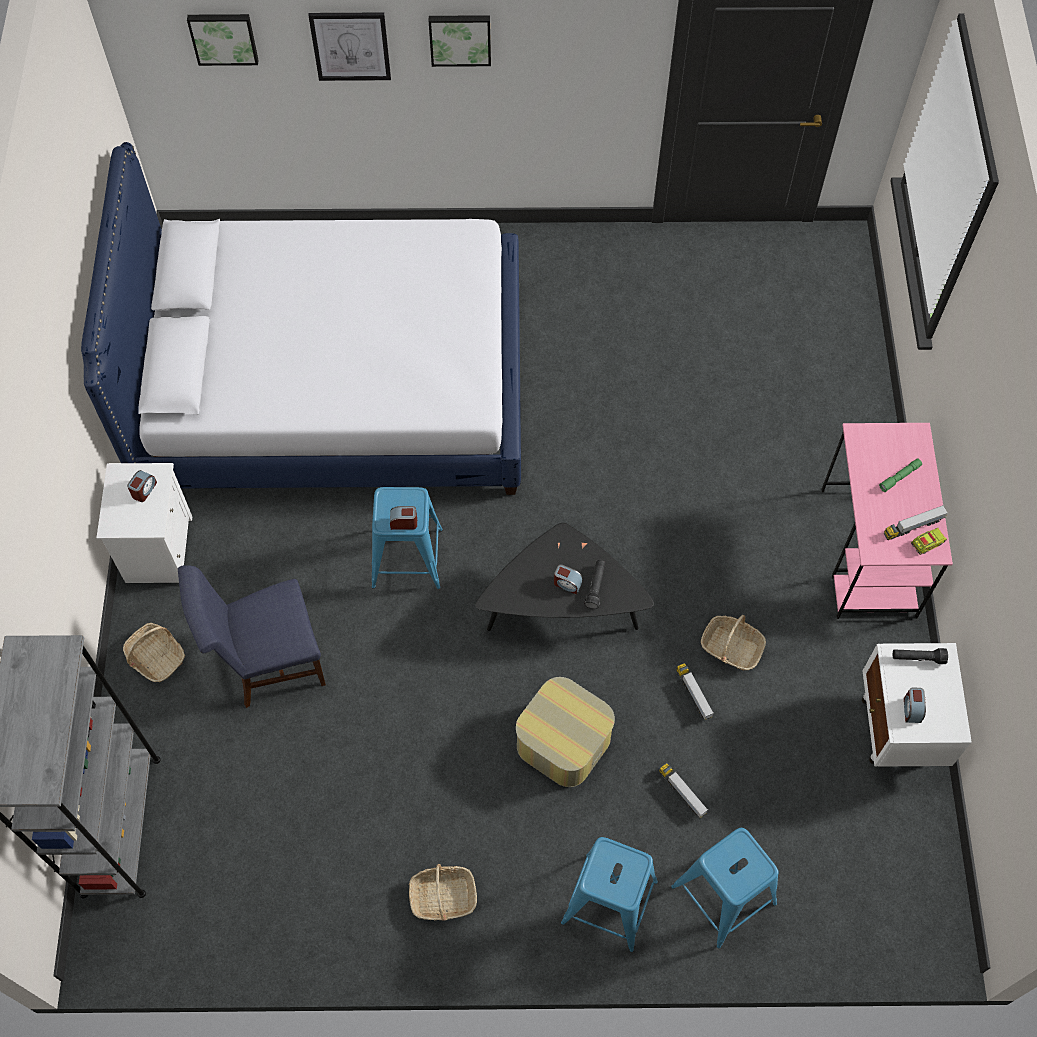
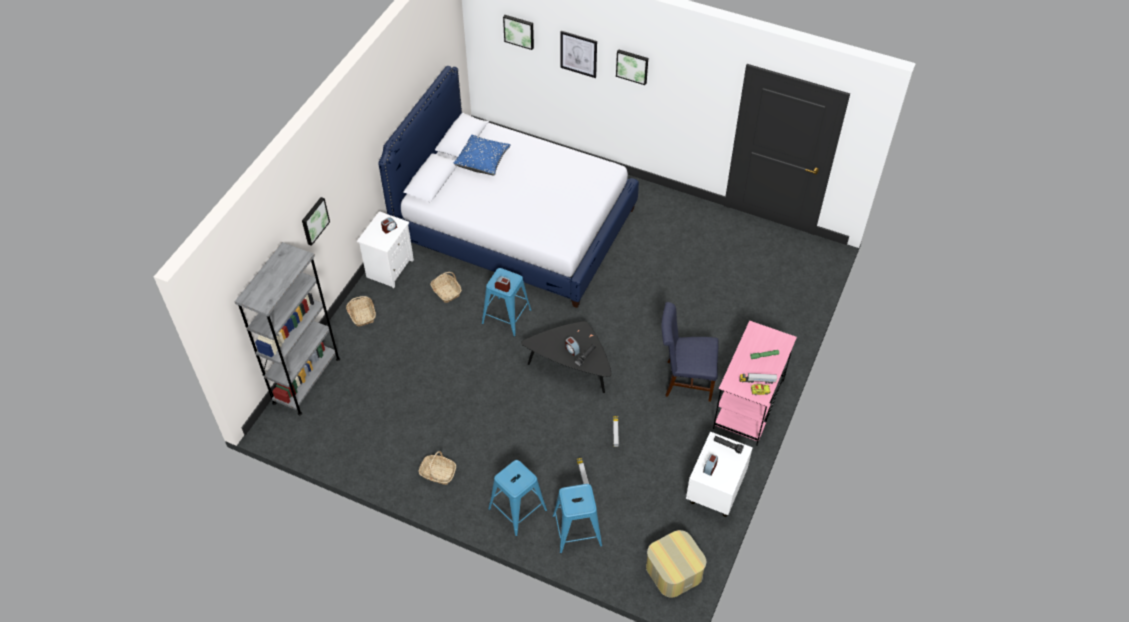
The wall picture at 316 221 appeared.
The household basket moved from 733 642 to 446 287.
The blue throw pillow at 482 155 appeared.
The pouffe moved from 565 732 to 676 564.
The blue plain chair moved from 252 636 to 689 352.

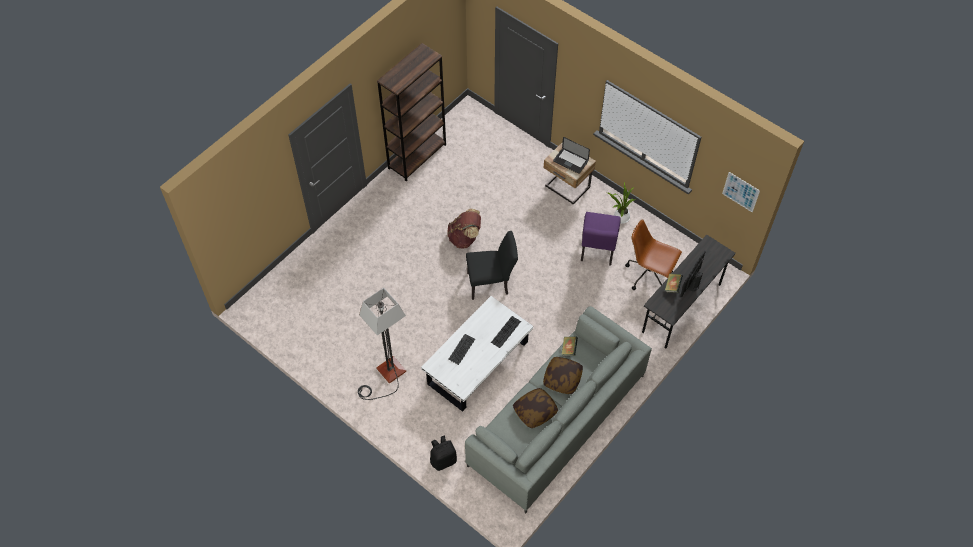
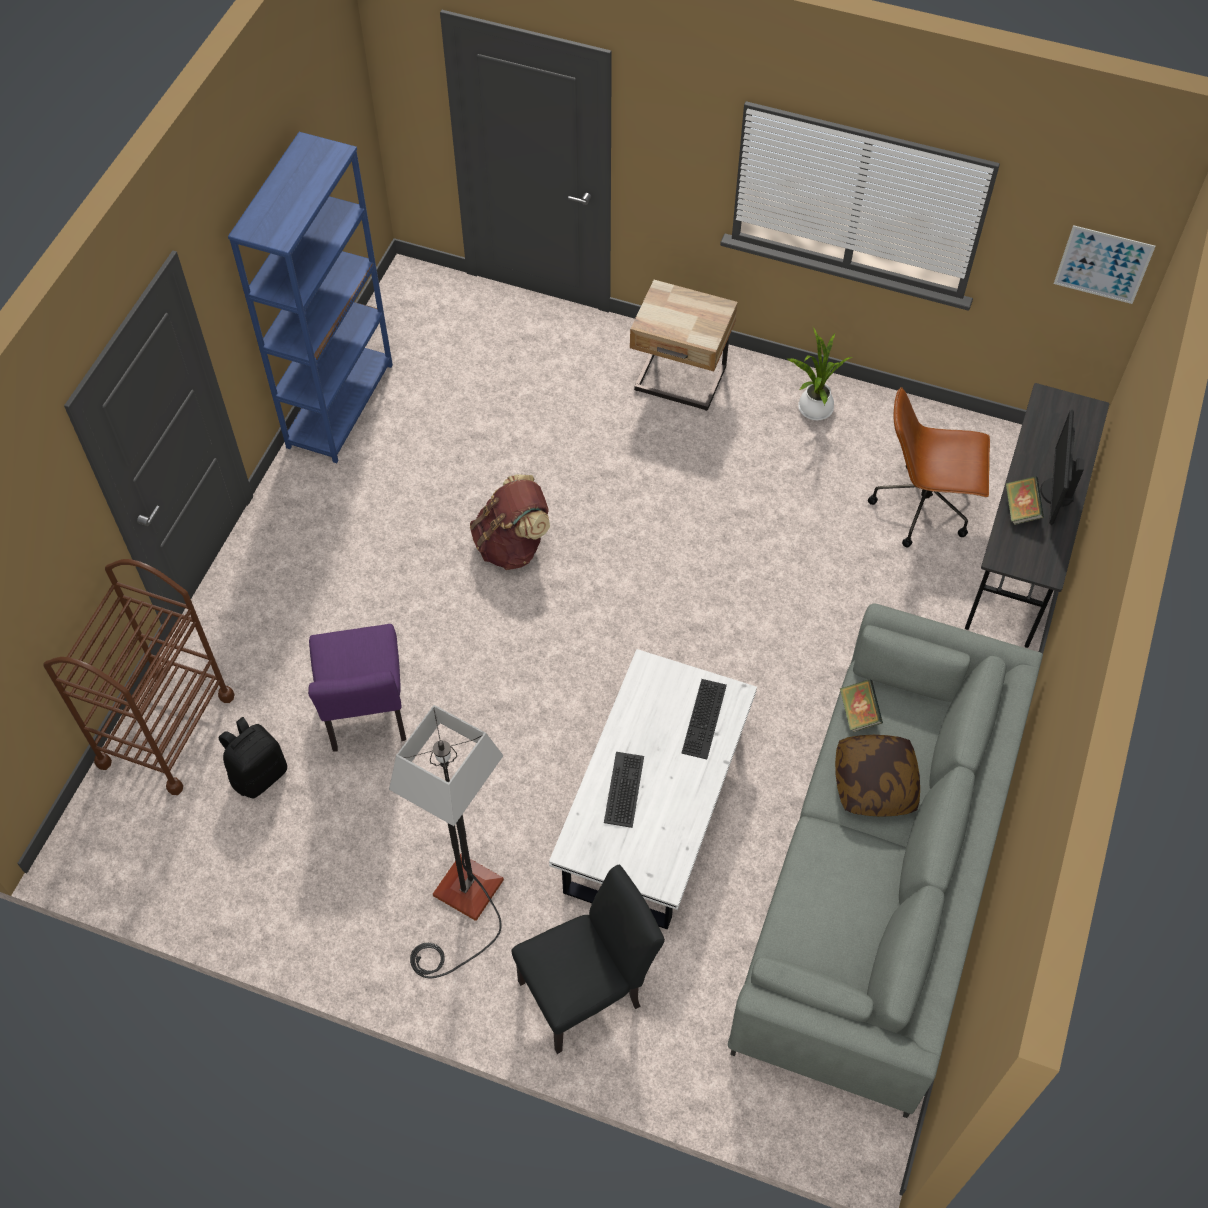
The brown-coloured cart at 138 677 appeared.
The black backpack moved from 443 453 to 252 758.
The brown-coloured shelving unit at 411 112 became the blue shelving unit at 310 297.
The purple-coloured plain chair moved from 601 239 to 357 687.
The black plain chair moved from 492 265 to 588 959.
The throw pillow at 535 408 disappeared.
The laptop at 571 155 disappeared.

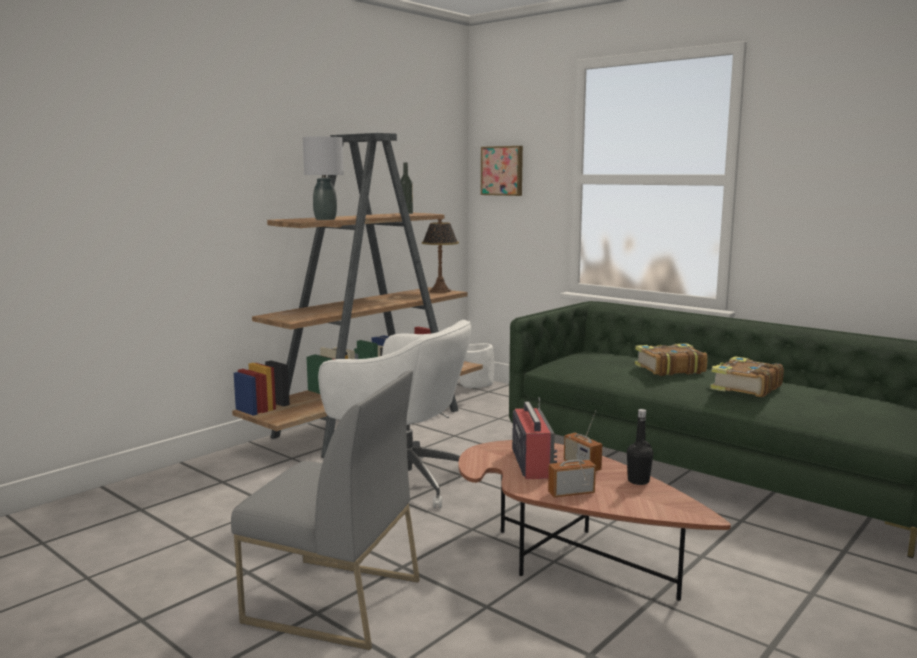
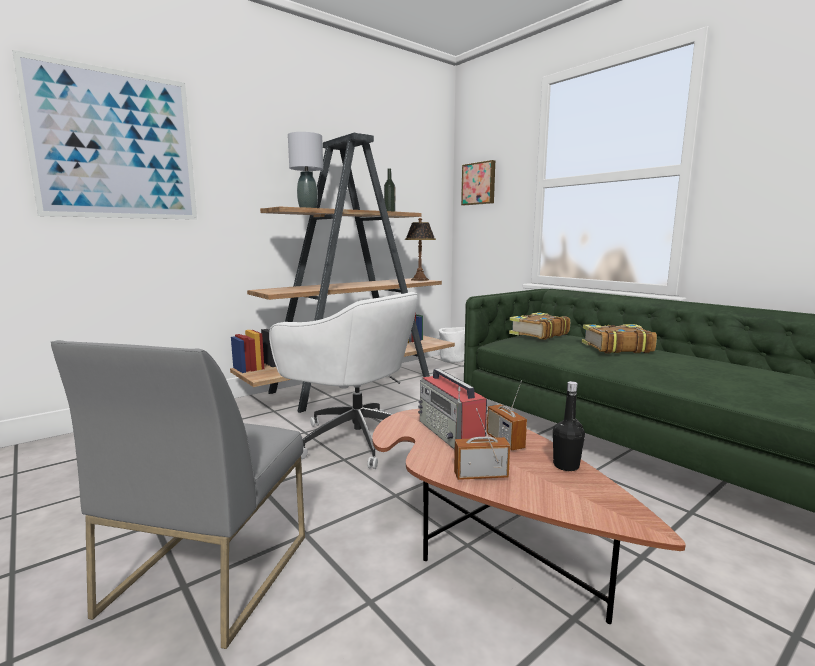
The wall picture at 104 135 appeared.
The grey plain chair at 325 510 turned 75 degrees clockwise.
The radio at 534 438 turned 150 degrees clockwise.
The volume moved from 747 376 to 539 326.

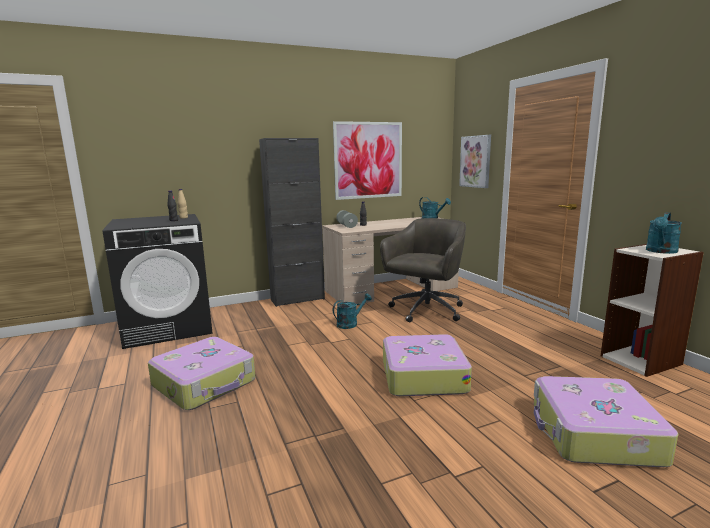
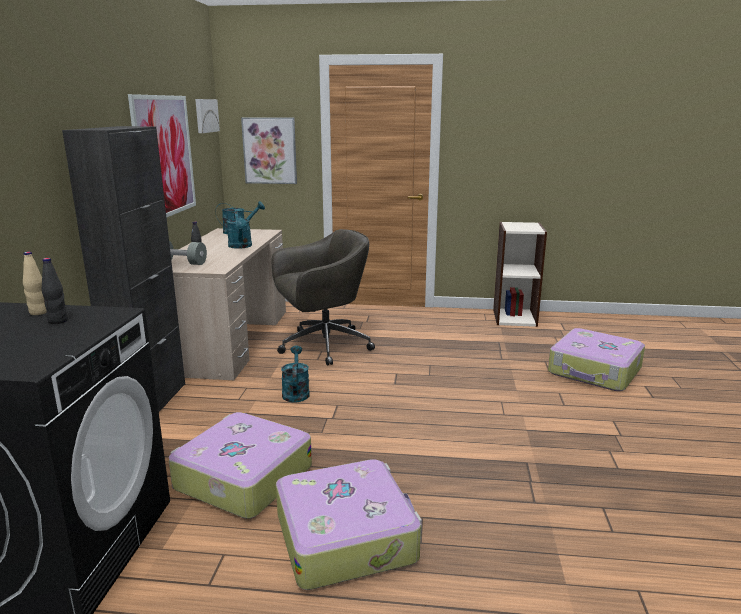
The travel case moved from 427 365 to 240 465.
The wall picture at 207 116 appeared.
The turquoise watering can moved from 664 233 to 239 230.
The grey desk chair at 423 270 turned 90 degrees clockwise.

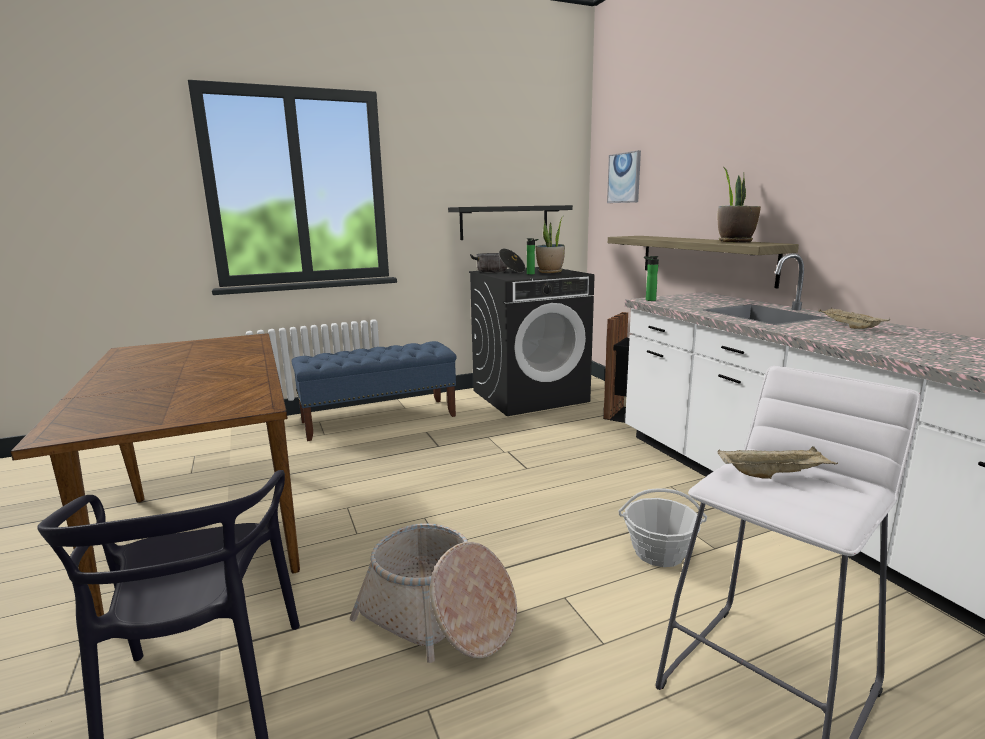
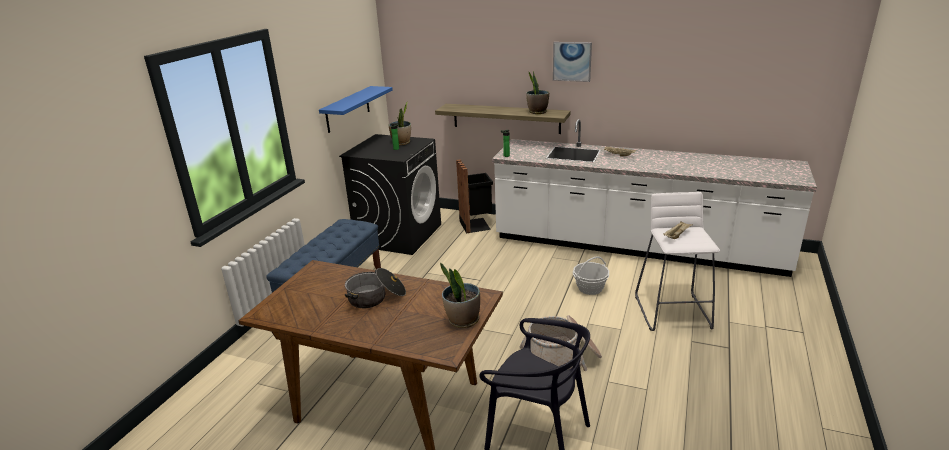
The black shelf at 510 222 became the blue shelf at 356 109.
The cooking pot moved from 497 261 to 375 288.
The potted plant at 460 295 appeared.
The wall picture moved from 624 176 to 572 62.

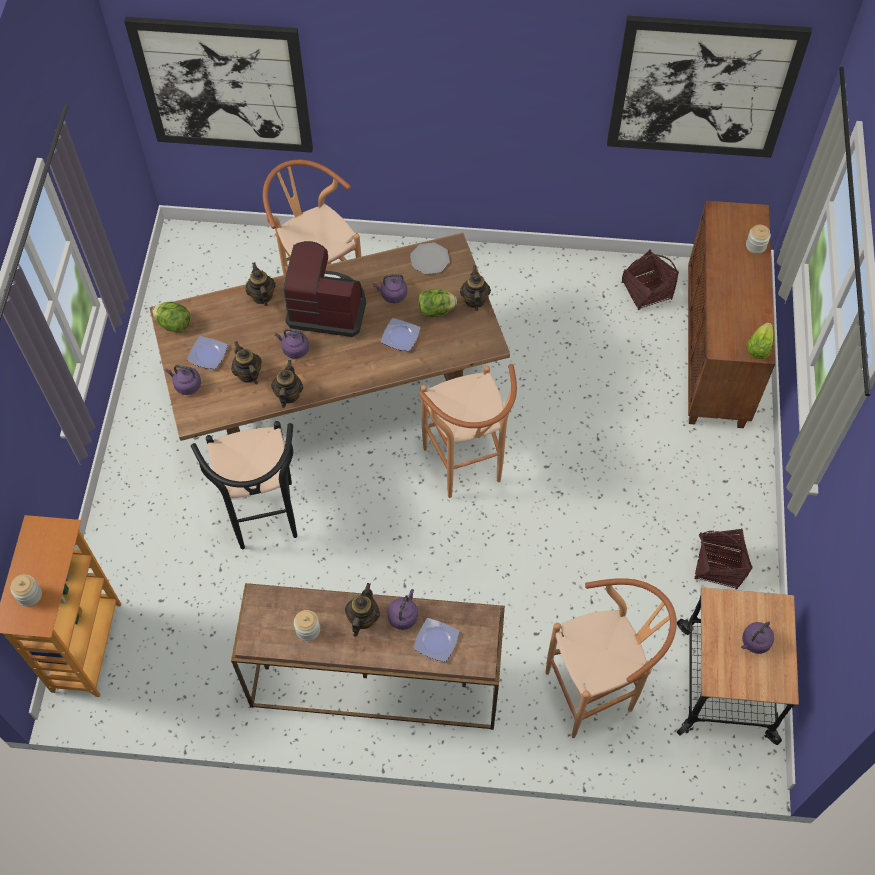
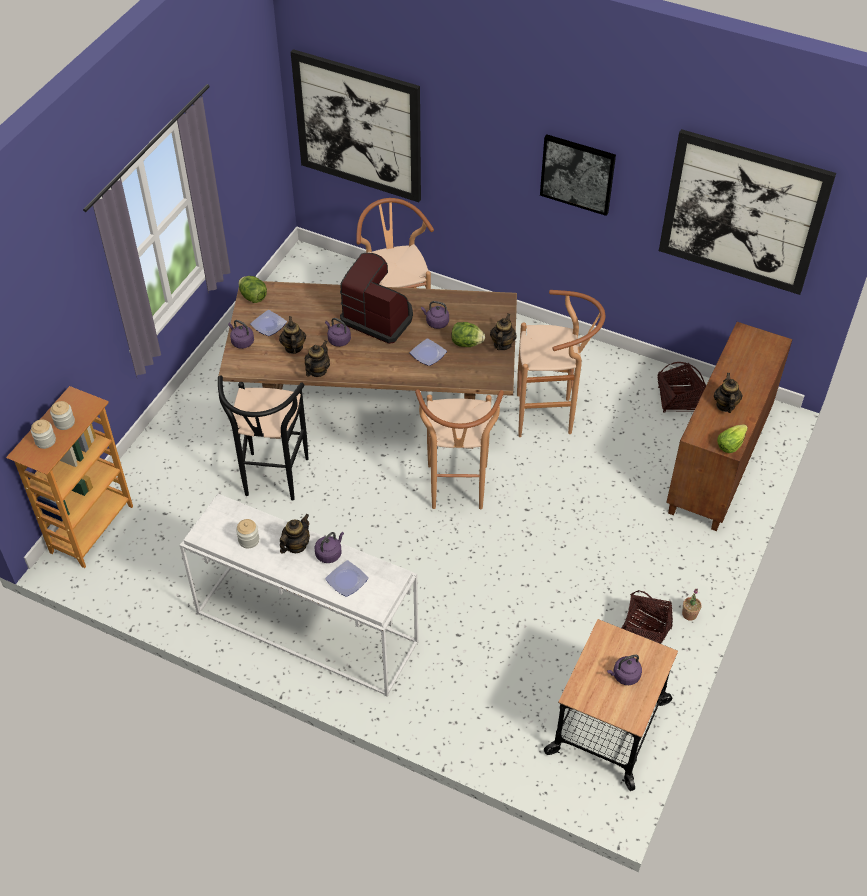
The jar moved from 758 239 to 62 415.
The brown-coloured hall table at 368 656 became the white hall table at 299 595.
The brown-coloured stool moved from 611 658 to 561 363.
The wall picture at 578 175 appeared.
The potted plant at 691 604 appeared.
The pot for tea moved from 260 284 to 728 393.
The dinner plate at 430 258 disappeared.

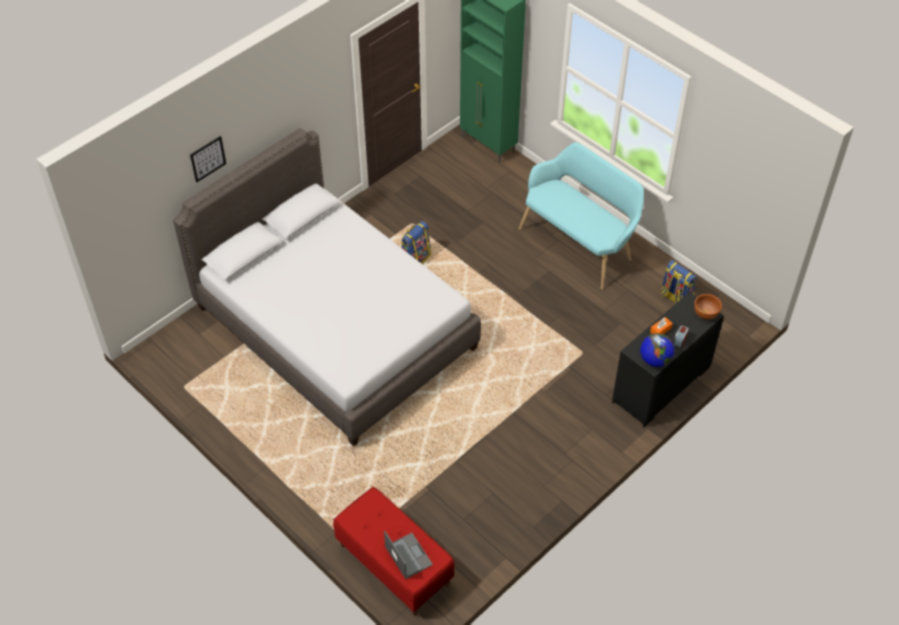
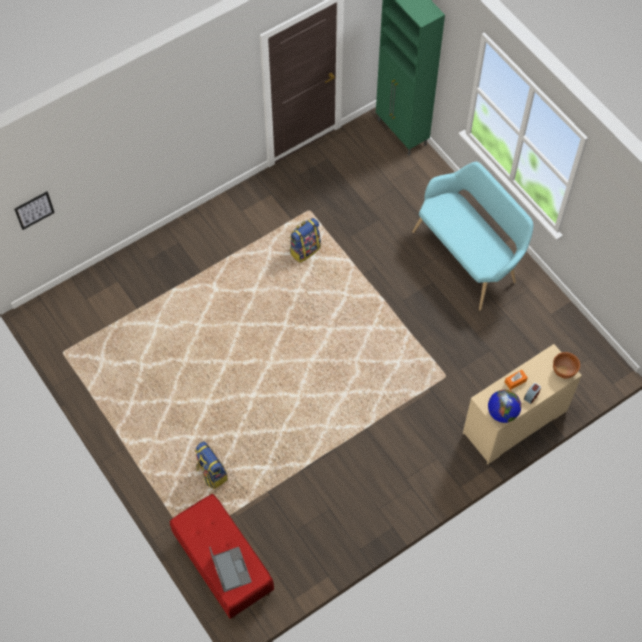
The wall picture moved from 208 159 to 34 210.
The backpack moved from 678 282 to 211 465.
The black drawer chest at 668 359 became the beige-coloured drawer chest at 522 404.
The grey sleeping bed at 327 287 disappeared.

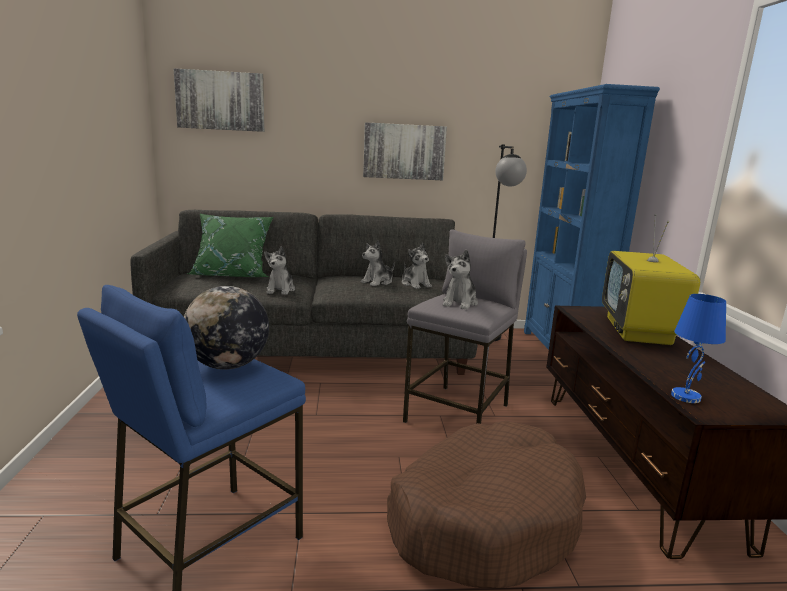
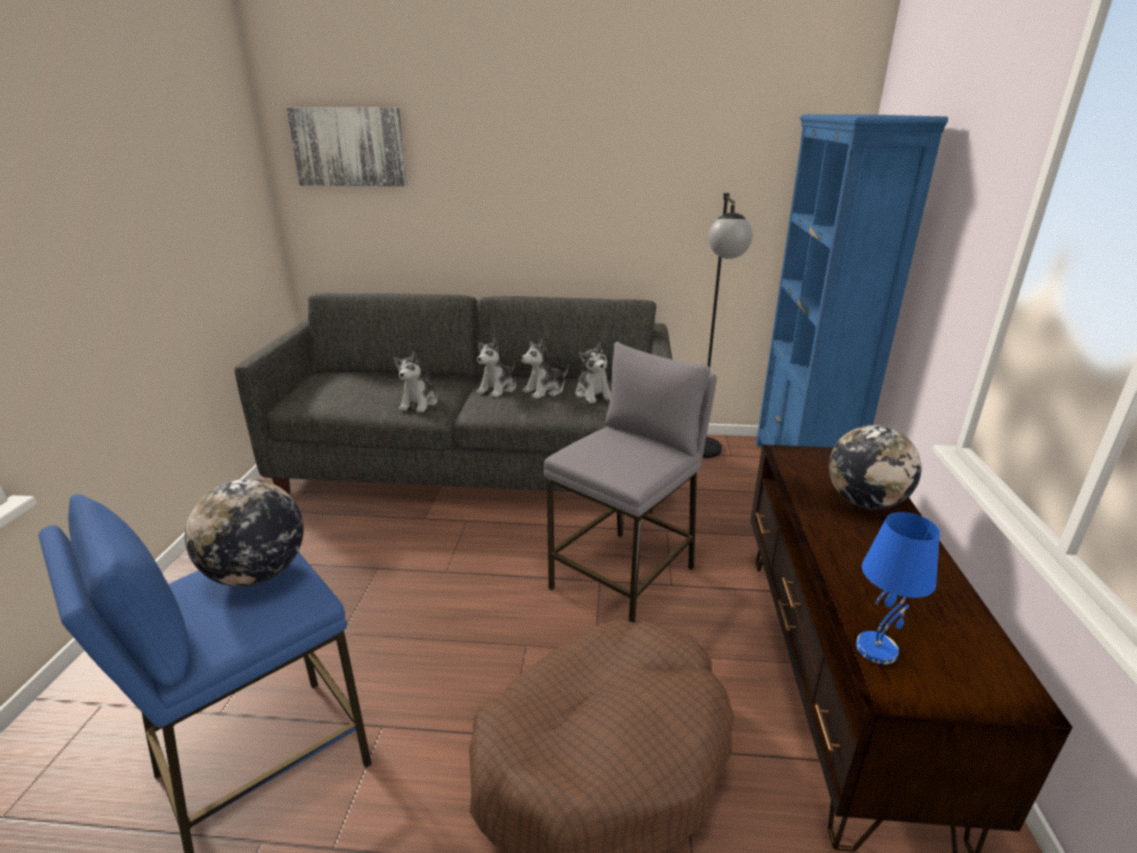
The soft toy moved from 460 280 to 496 367.
The television at 651 279 was replaced by the globe at 875 467.
The greenish throw pillow at 230 245 disappeared.
The wall picture at 405 151 disappeared.

